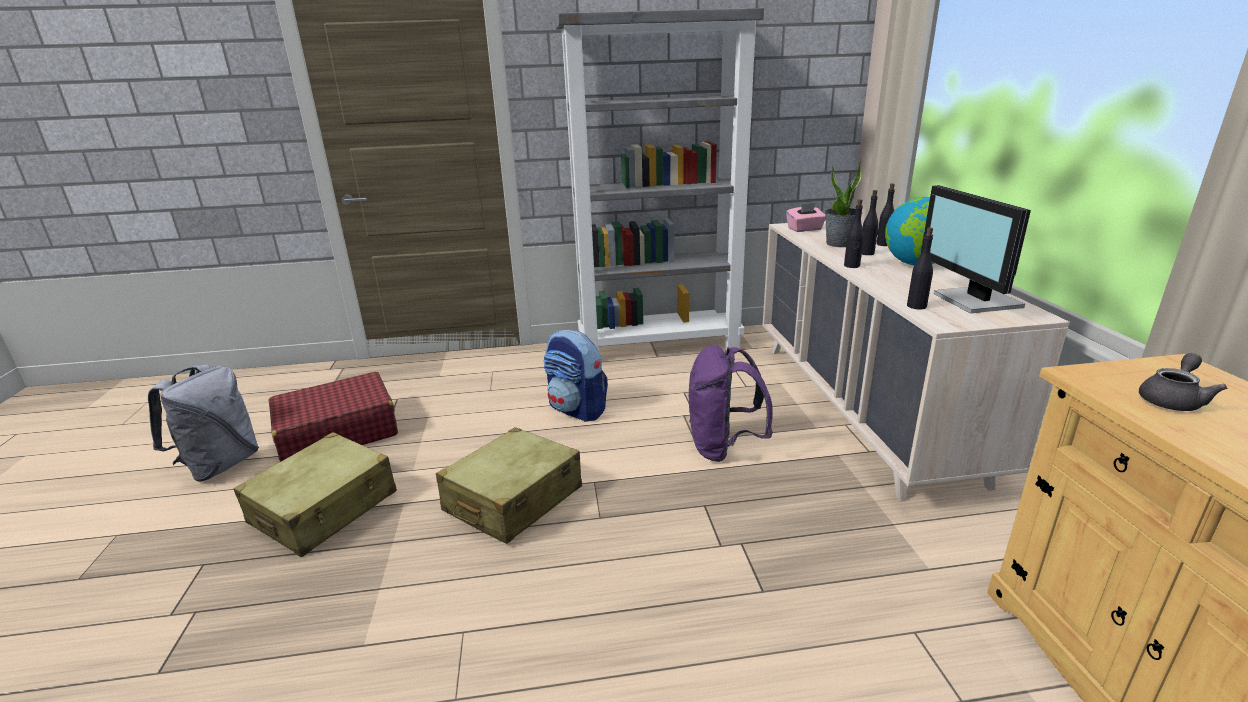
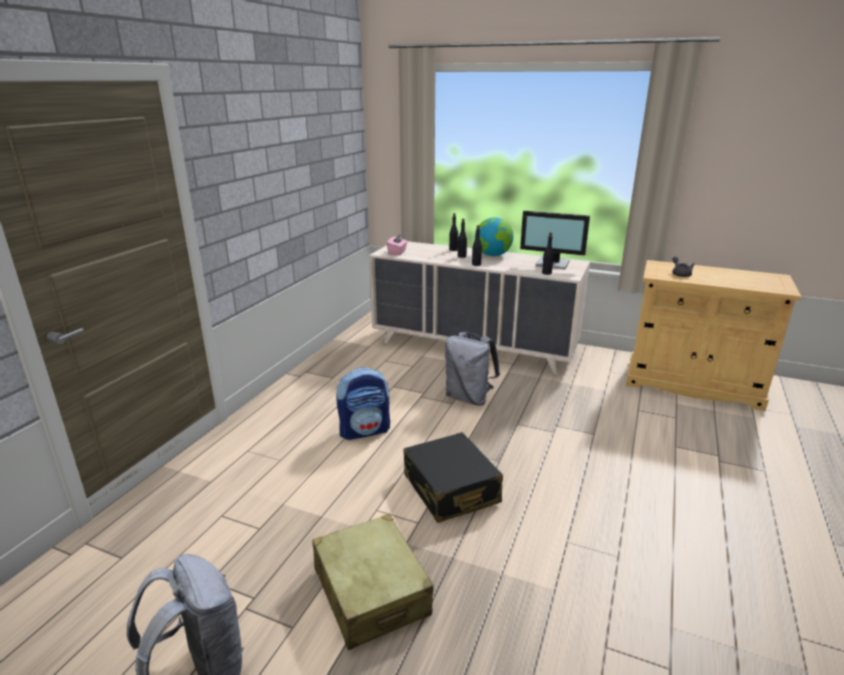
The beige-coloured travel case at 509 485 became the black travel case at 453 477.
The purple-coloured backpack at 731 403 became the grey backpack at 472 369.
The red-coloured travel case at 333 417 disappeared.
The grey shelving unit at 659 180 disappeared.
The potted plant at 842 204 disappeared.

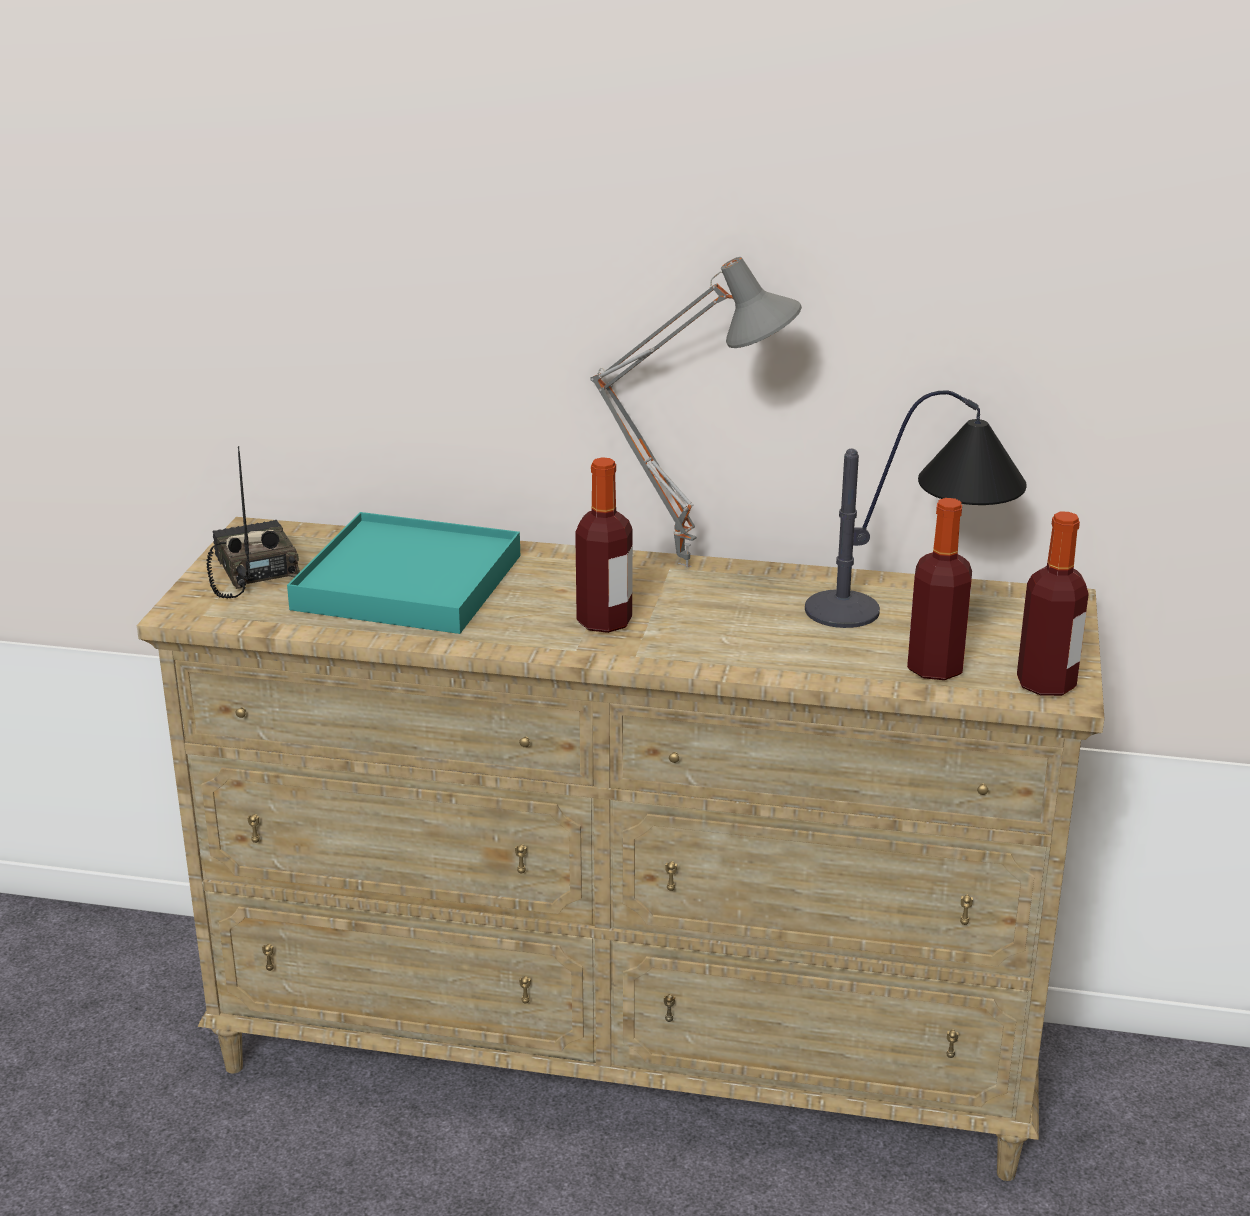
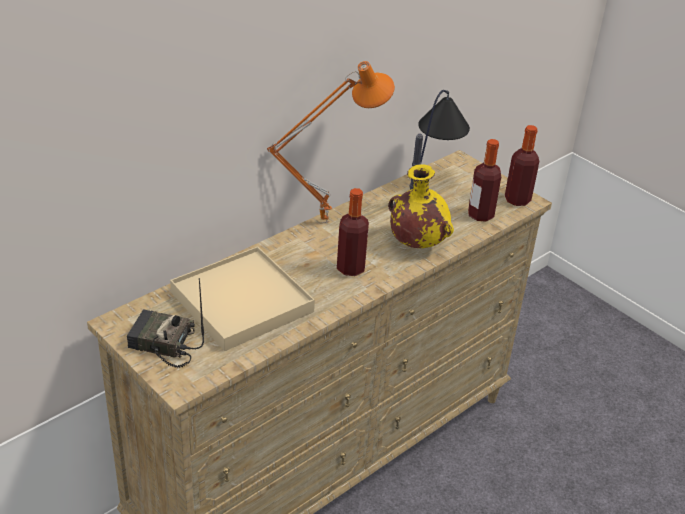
The turquoise carrying tray at 403 573 became the beige-coloured carrying tray at 242 298.
The grey tabletop lamp at 696 412 became the orange-coloured tabletop lamp at 331 142.
The yellow vase at 421 206 appeared.

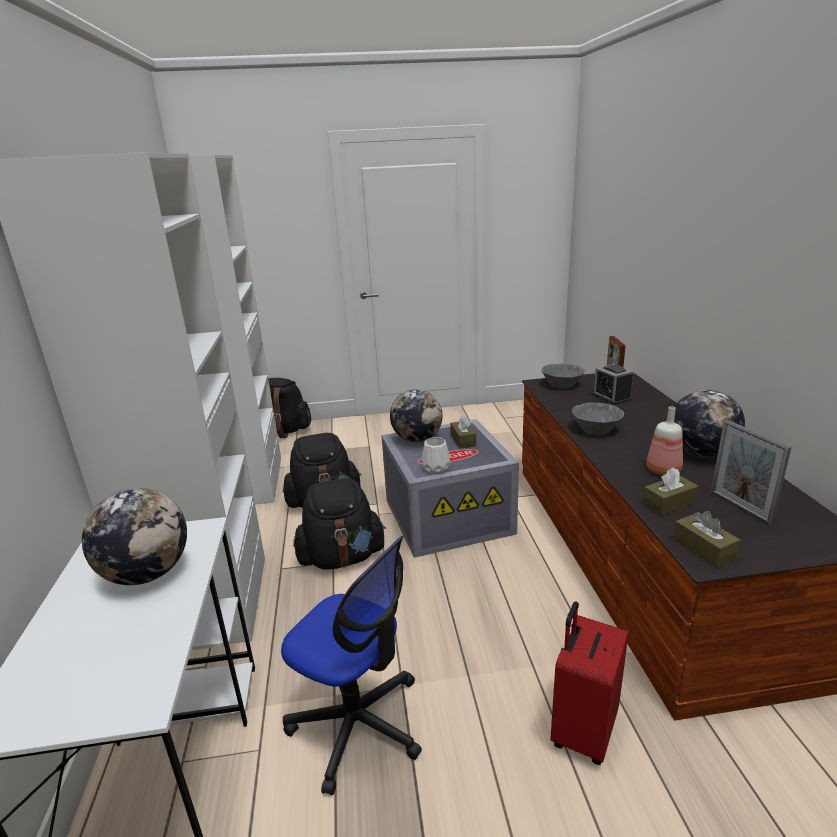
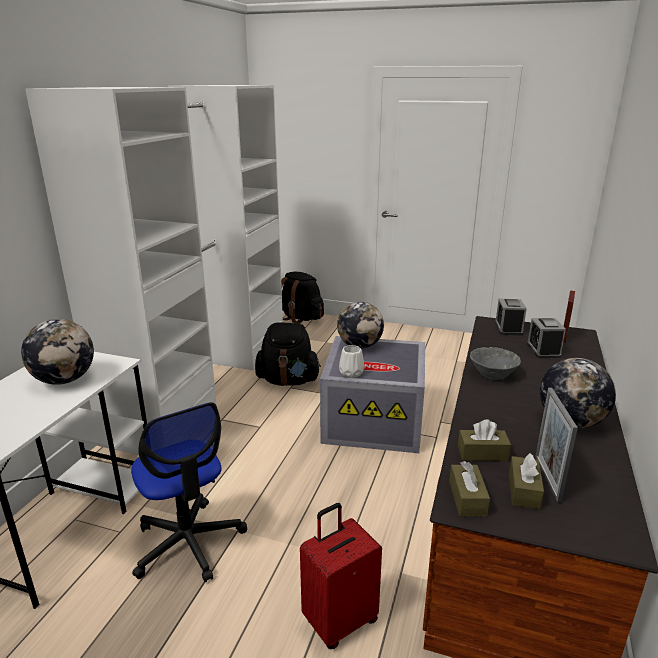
The grey bowl at 563 375 was replaced by the table clock at 511 317.
The brown-coloured box of tissues moved from 463 432 to 526 481.
The black backpack at 340 523 disappeared.
The drink bottle at 664 441 disappeared.

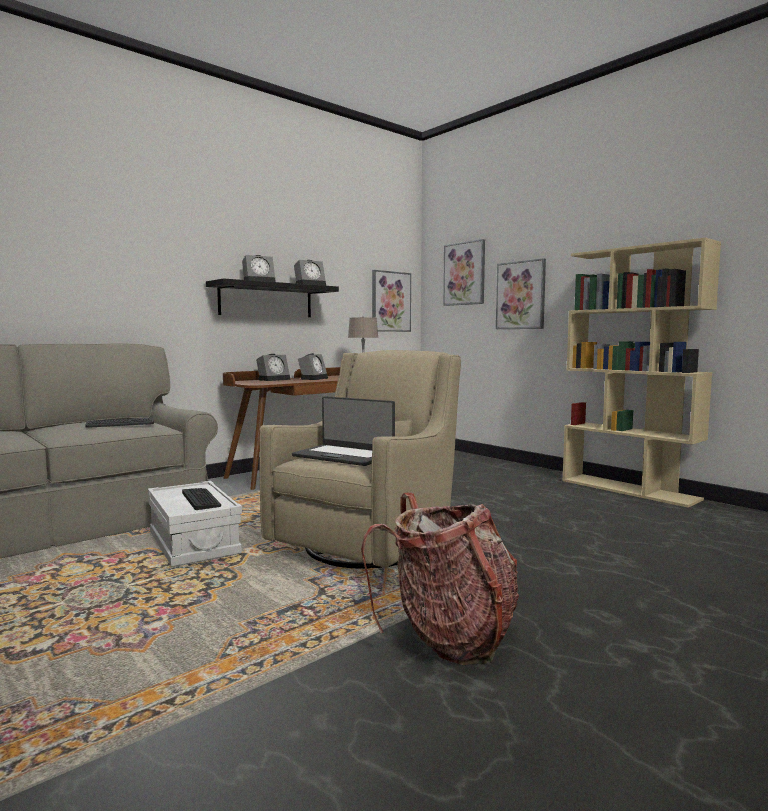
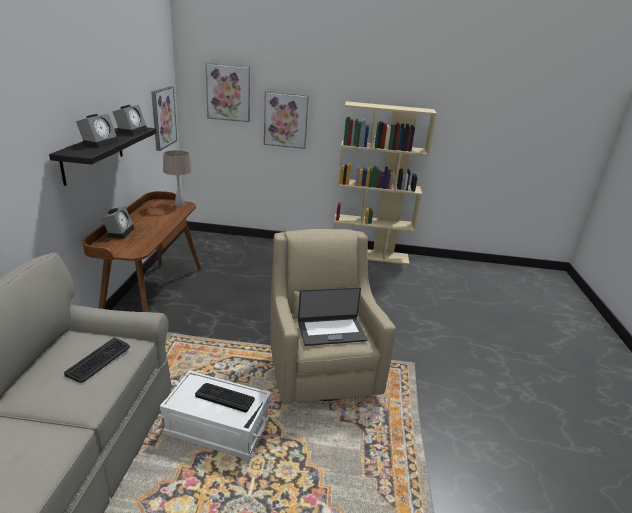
The table clock at 313 366 disappeared.
The backpack at 440 579 disappeared.

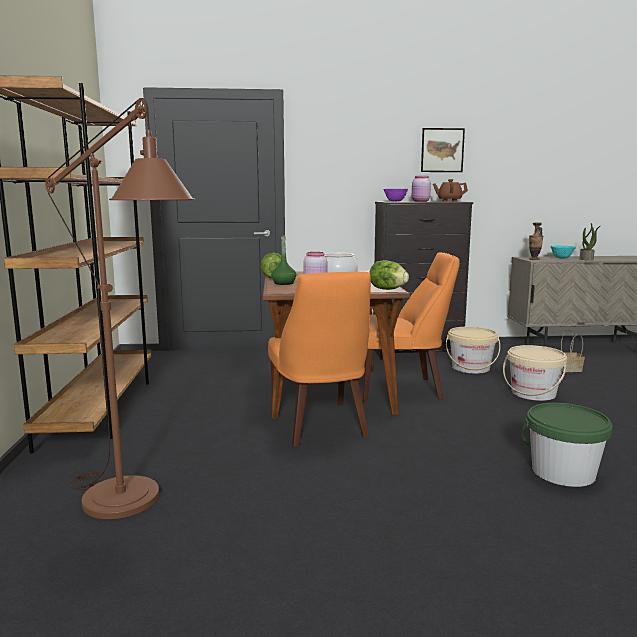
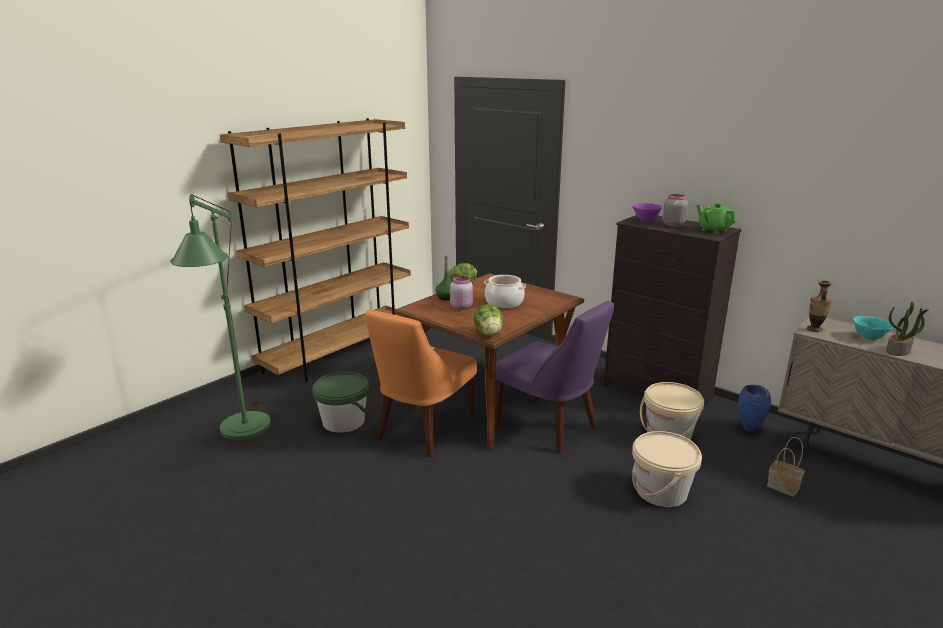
The brown-coloured floor lamp at 120 308 became the greenish floor lamp at 220 317.
The greenish water bucket moved from 567 445 to 341 402.
The orange-coloured plain chair at 409 327 became the purple-coloured plain chair at 554 377.
The pinkish jar at 421 189 became the grey jar at 675 210.
The brown-coloured pot for tea at 450 190 became the greenish pot for tea at 717 218.
The blue vase at 754 408 appeared.
The wall picture at 443 150 disappeared.

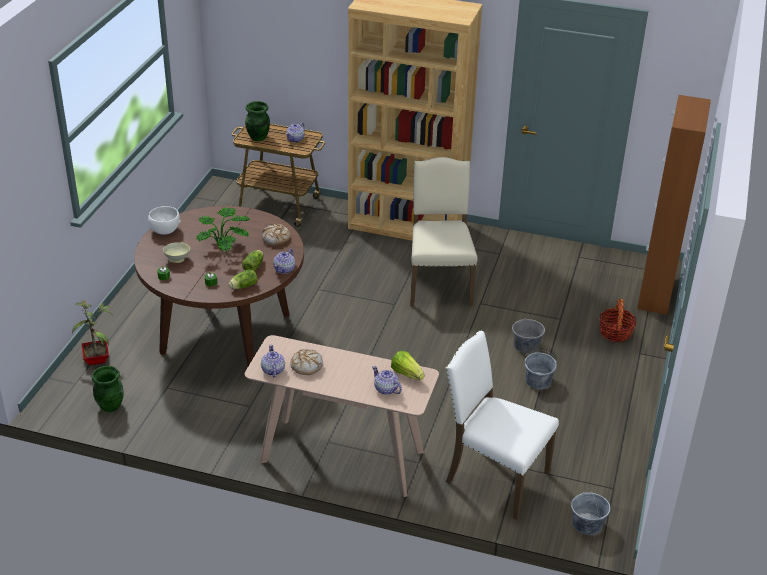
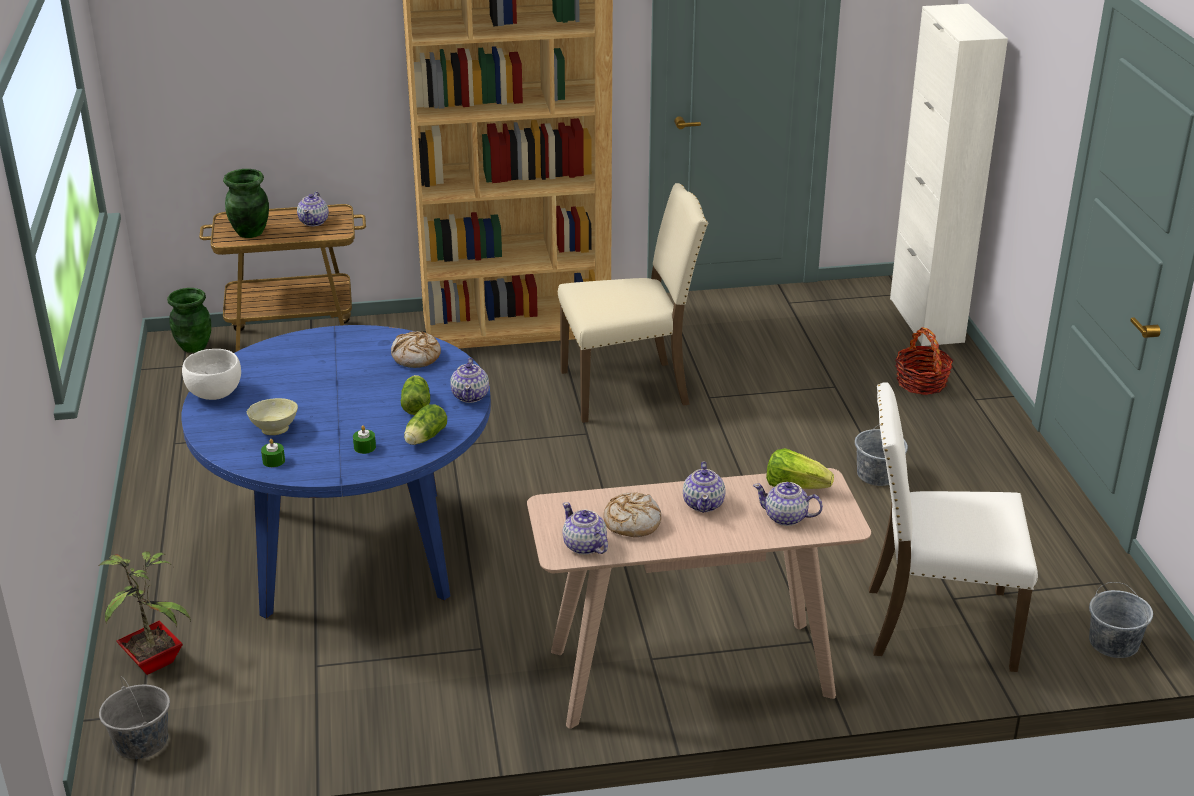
The grey water bucket moved from 528 333 to 134 717.
The greenish vase moved from 107 389 to 189 320.
The brown-coloured dining table at 219 286 became the blue dining table at 336 472.
The beige-coloured plain chair at 444 232 turned 105 degrees clockwise.
The pot for tea at 704 487 appeared.
The brown-coloured cabinet at 674 205 became the white cabinet at 949 175.
The potted plant at 223 229 disappeared.

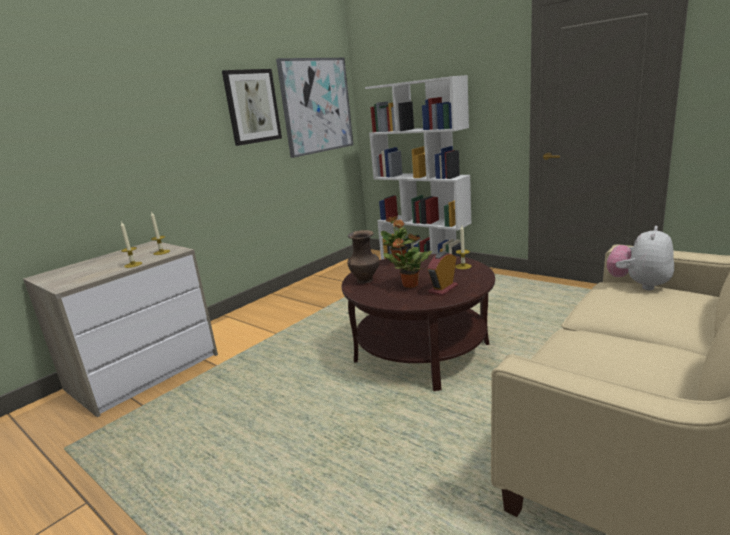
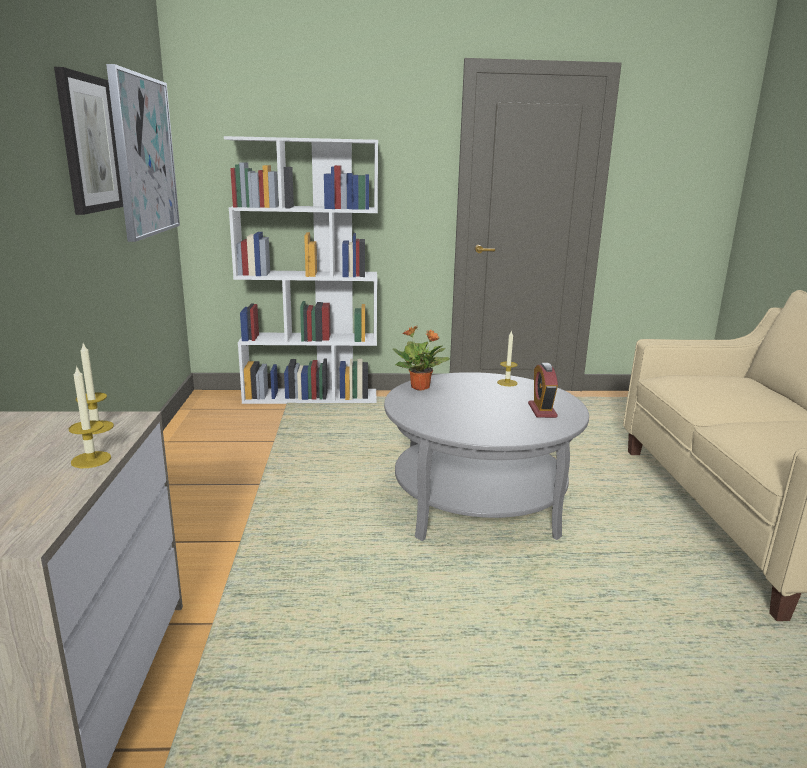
The brown-coloured coffee table at 418 322 became the grey coffee table at 486 456.
The brown-coloured vase at 363 257 disappeared.
The potted plant at 407 261 disappeared.
The soft toy at 640 258 disappeared.

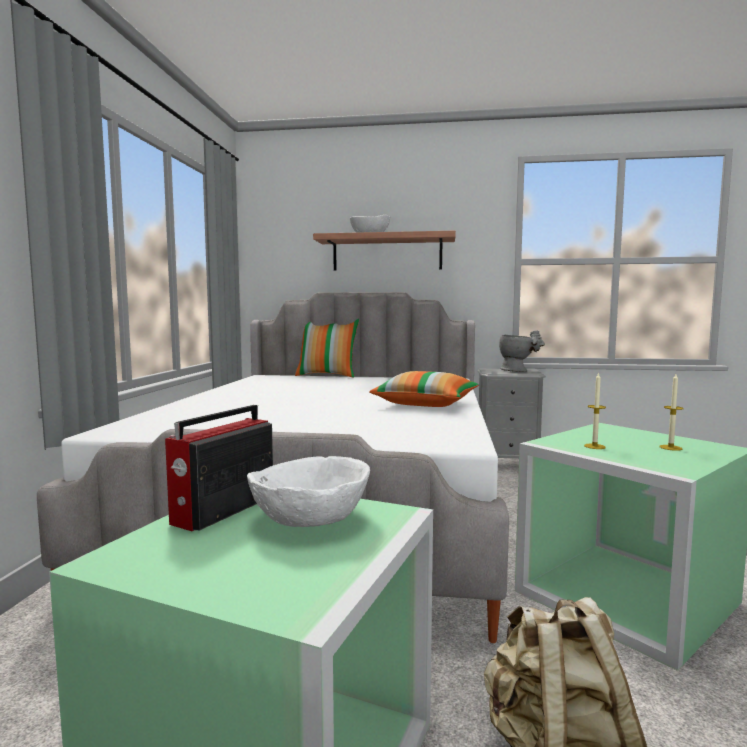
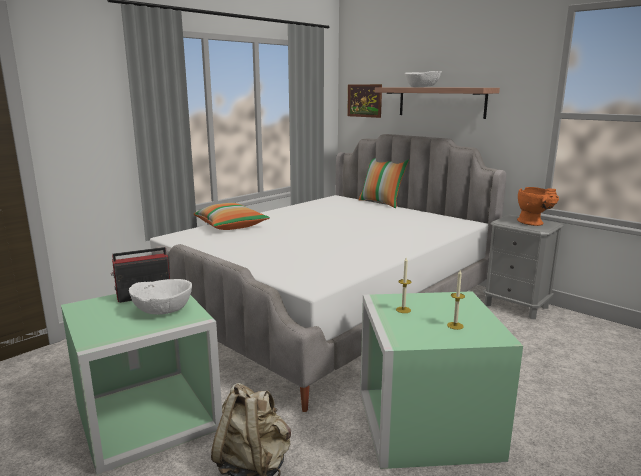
The throw pillow moved from 424 389 to 232 216.
The wall picture at 364 101 appeared.
The grey vase at 522 351 became the orange-coloured vase at 538 206.

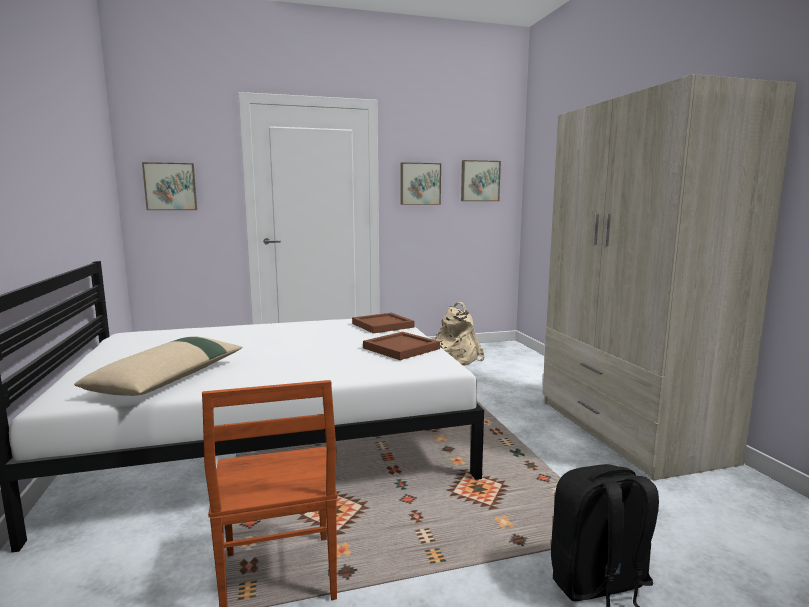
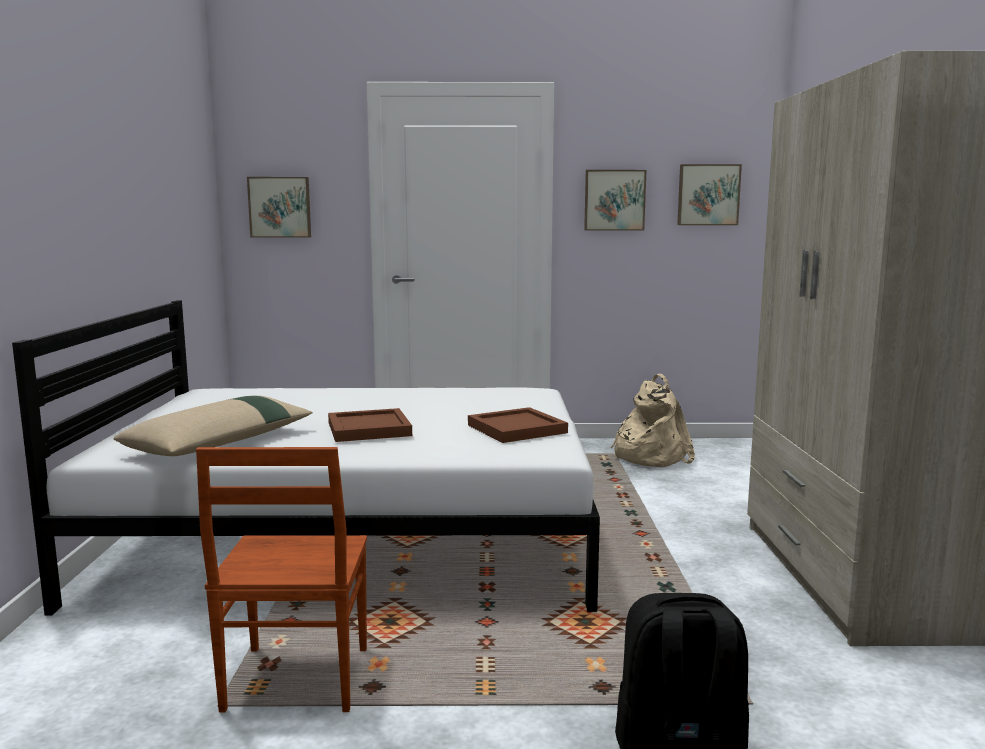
The brown-coloured carrying tray moved from 383 323 to 370 425.

